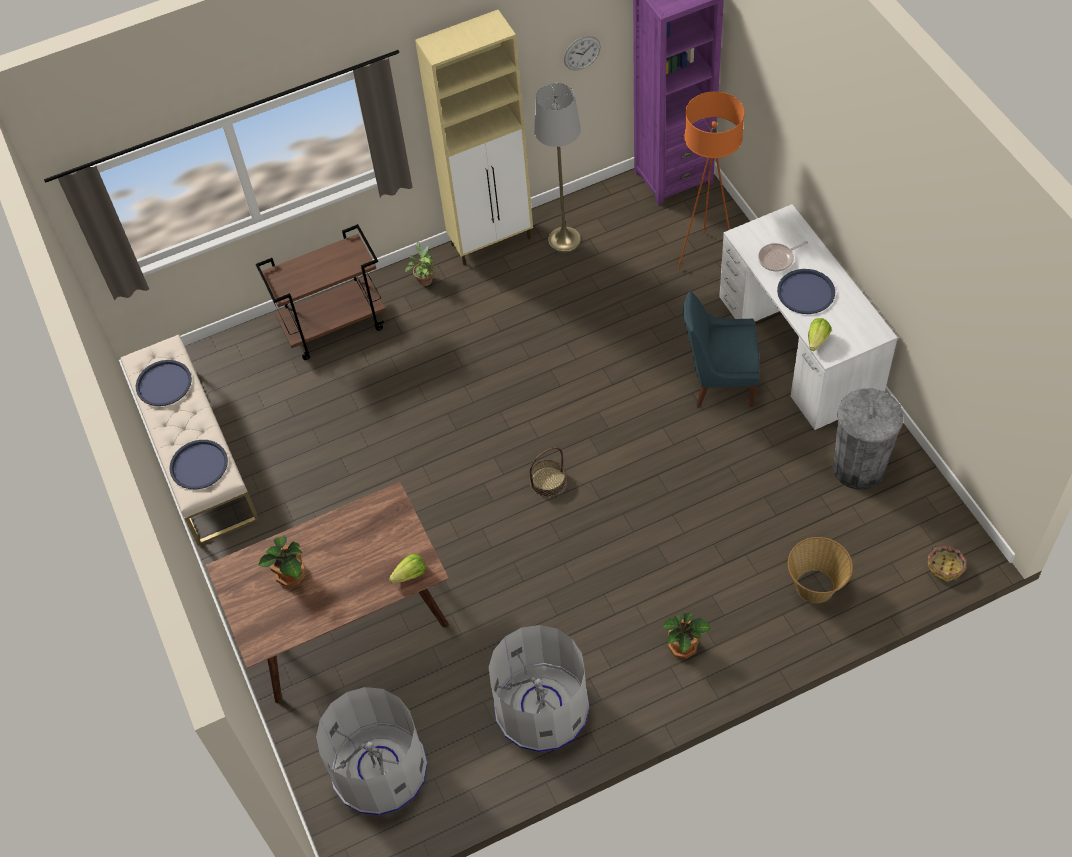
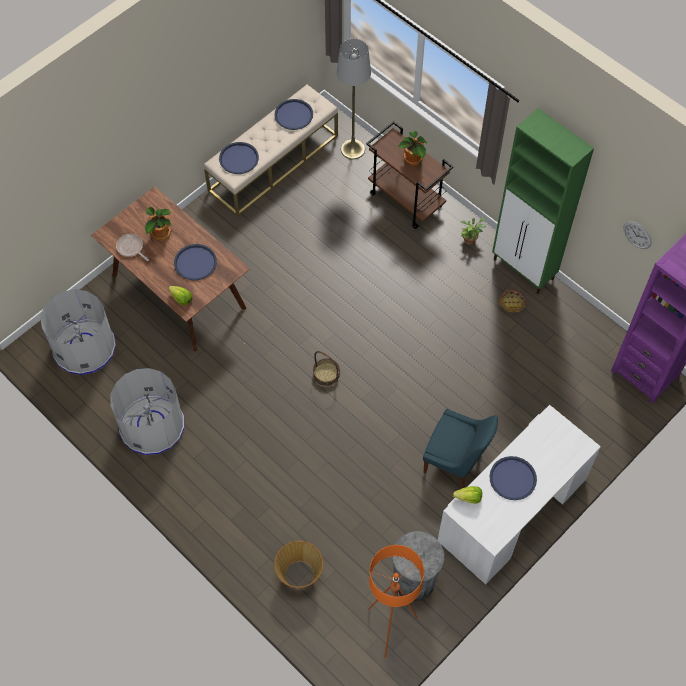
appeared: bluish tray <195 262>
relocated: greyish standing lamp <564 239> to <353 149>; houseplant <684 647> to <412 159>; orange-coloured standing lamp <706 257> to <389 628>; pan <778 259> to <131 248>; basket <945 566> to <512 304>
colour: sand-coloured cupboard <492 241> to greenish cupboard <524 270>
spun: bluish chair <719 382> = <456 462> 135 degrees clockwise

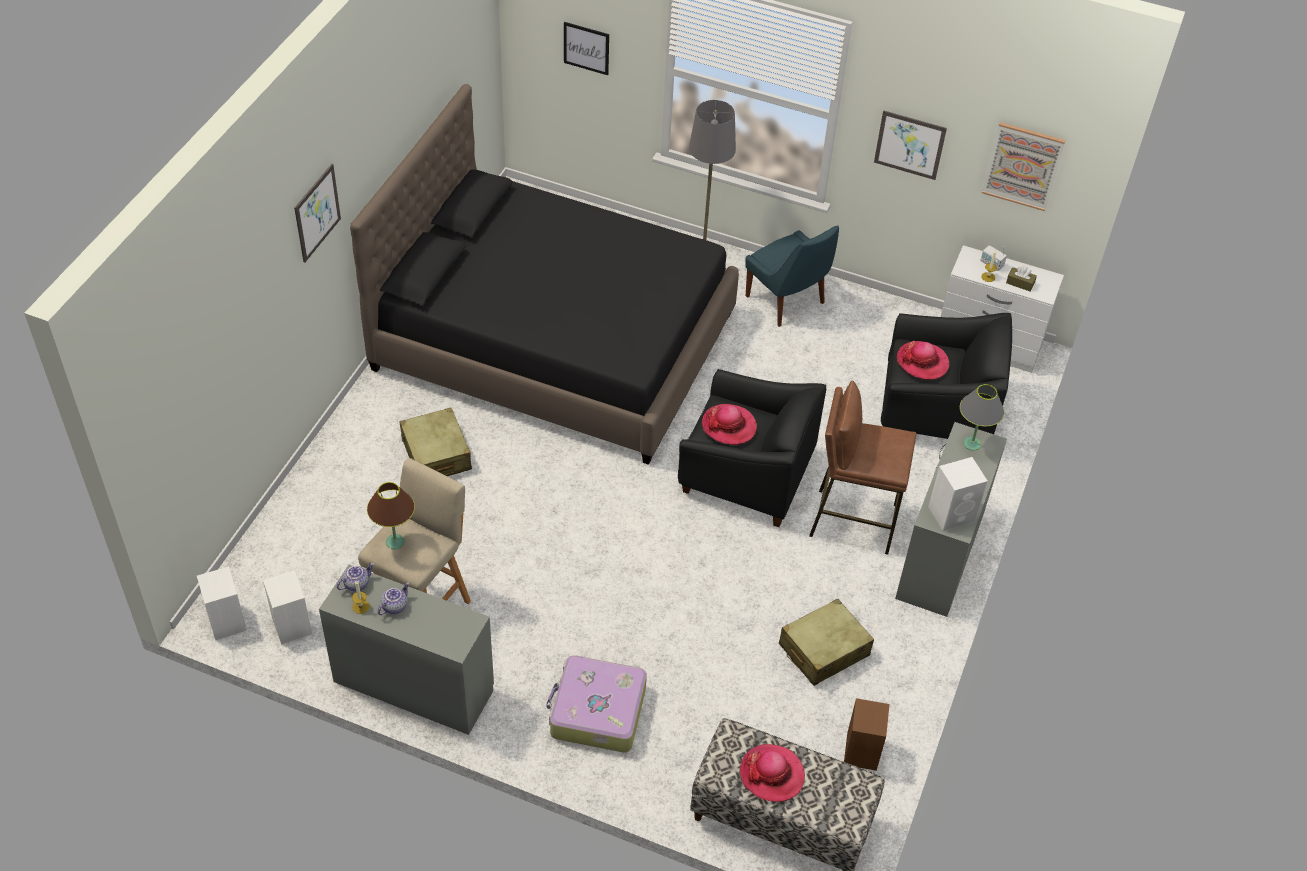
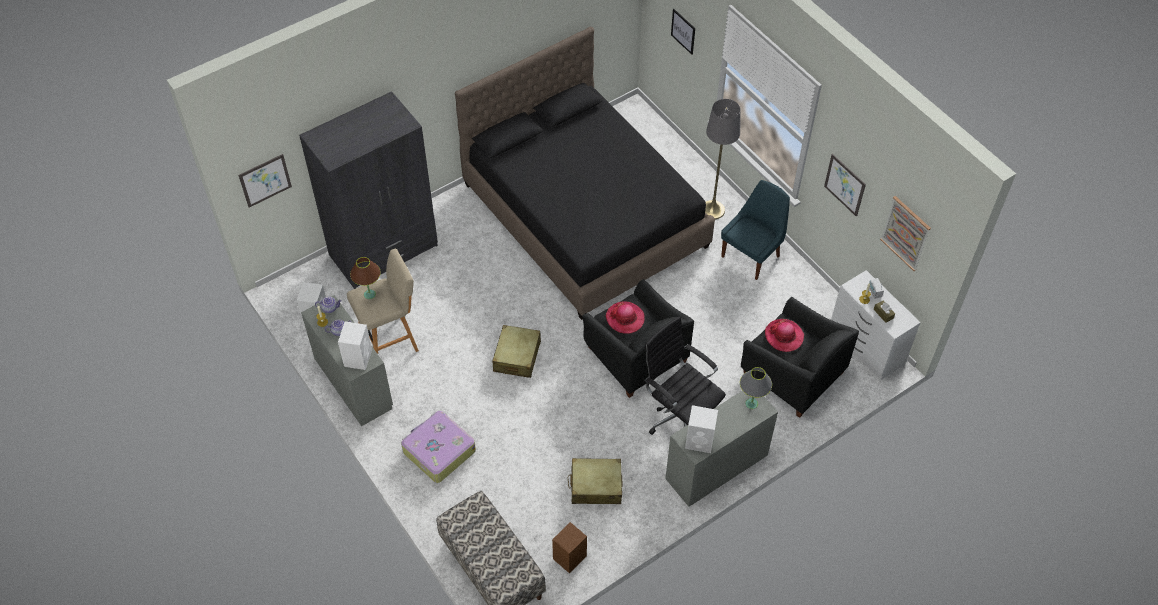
missing: wearable hat <772 774>
appeared: greyish armoire <384 251>
relocated: whitish speaker <226 620> to <358 357>; wall art <317 213> to <265 180>; sand-coloured suitcase <436 454> to <517 357>
exchanged: brownish stool <853 520> to blackish computer chair <679 416>
spun: bluish chair <787 301> = <752 255> 135 degrees counterclockwise

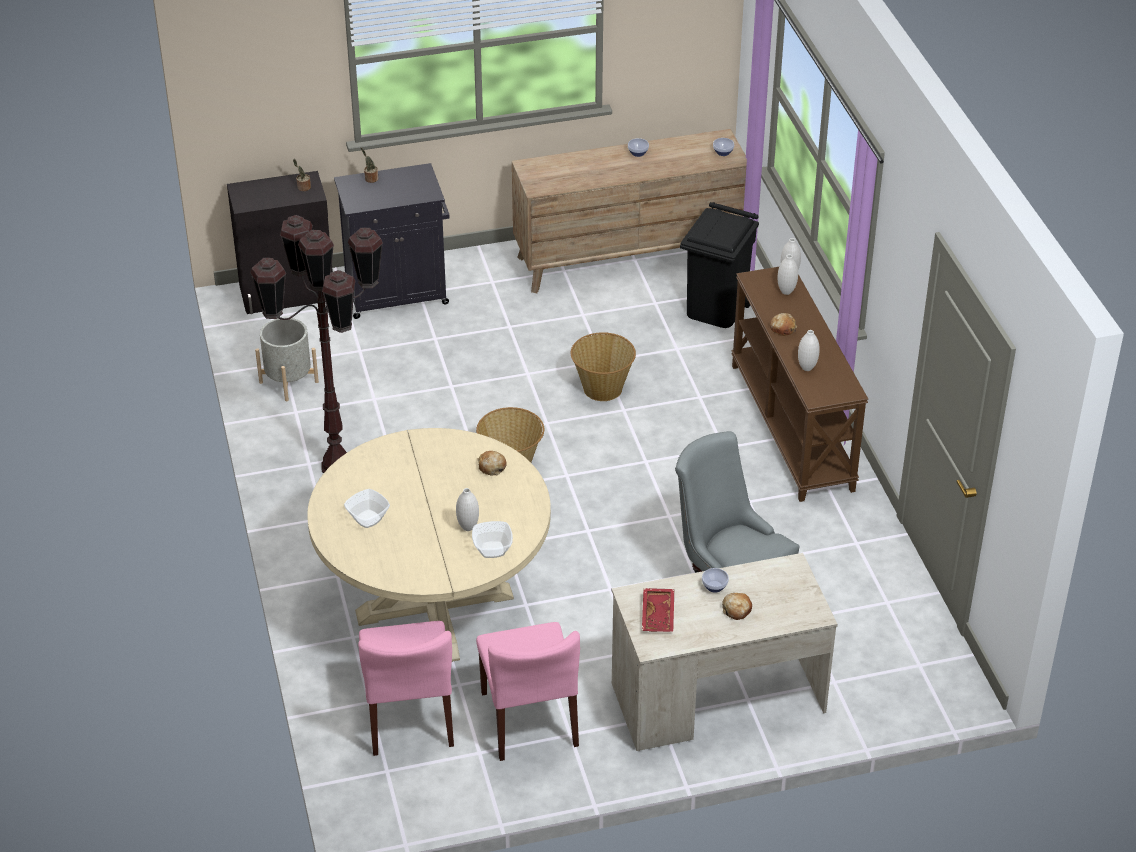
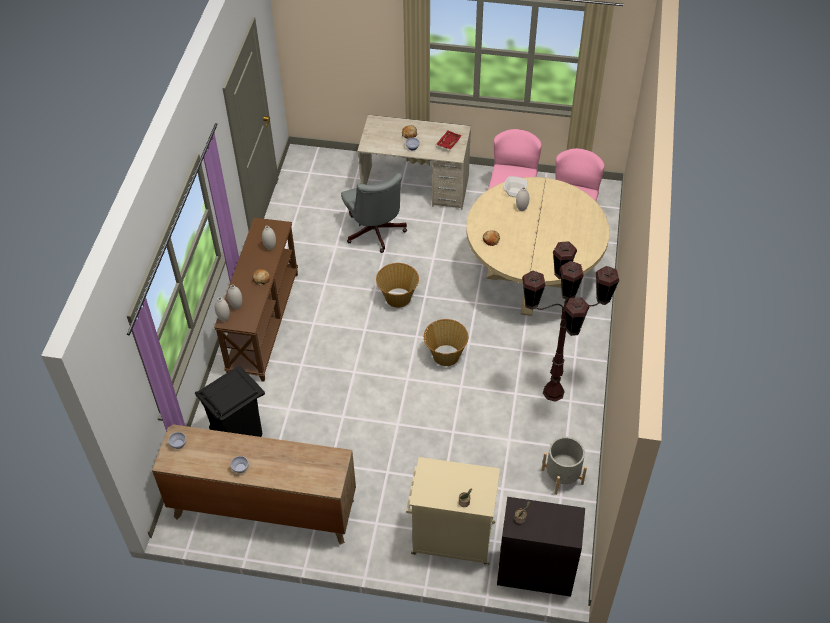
missing: bowl <368 519>
relocated: basket <602 388> to <398 298>
colour: blackish cupboard <398 293> to sand-coloured cupboard <451 538>

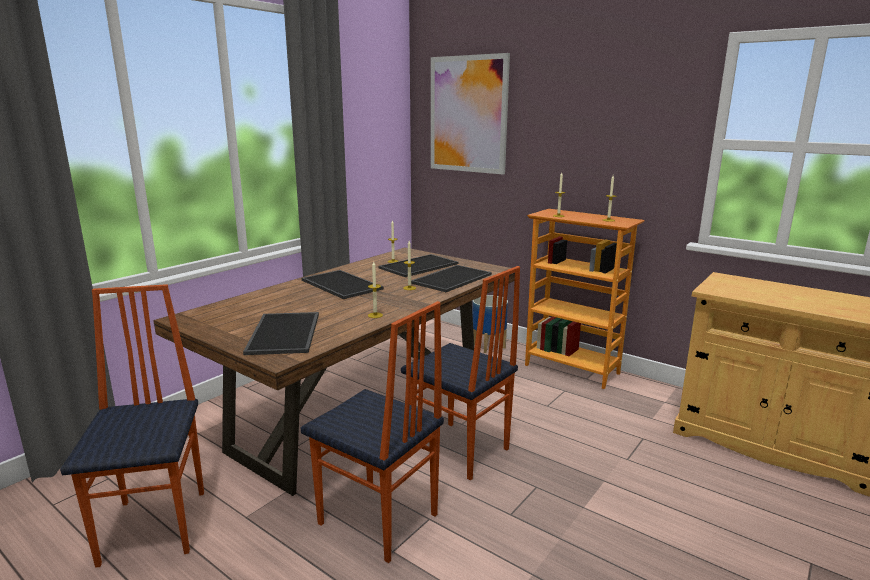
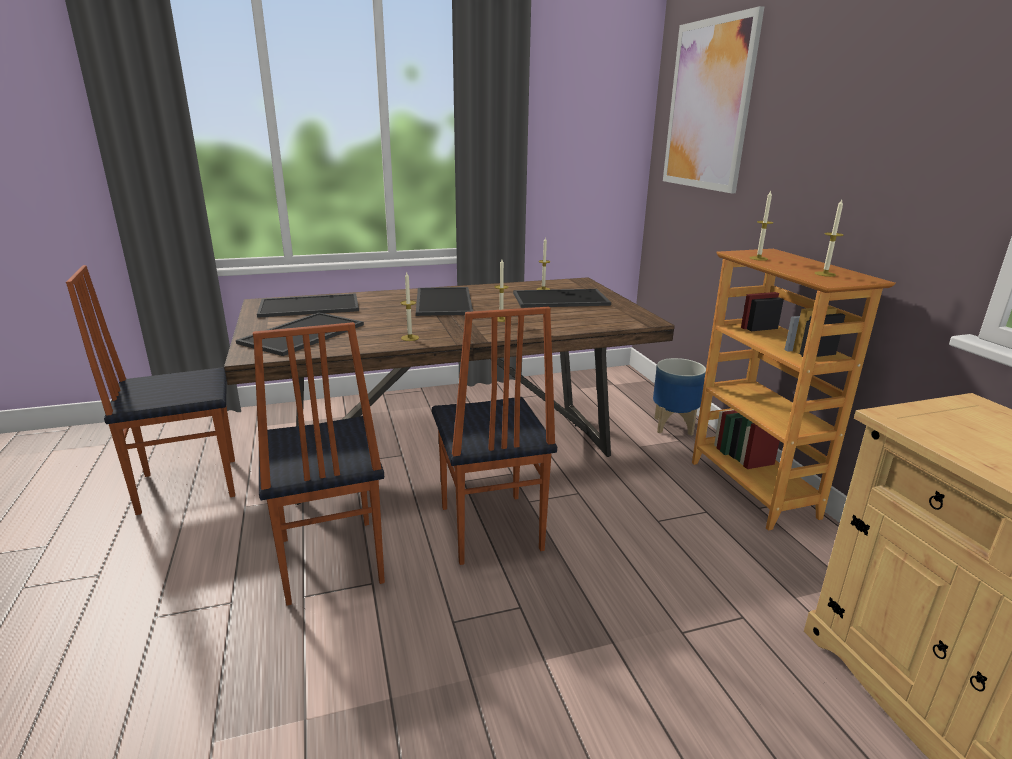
relocated: tray <451 278> to <310 306>
spun: chair <157 525> = <187 484> 135 degrees counterclockwise

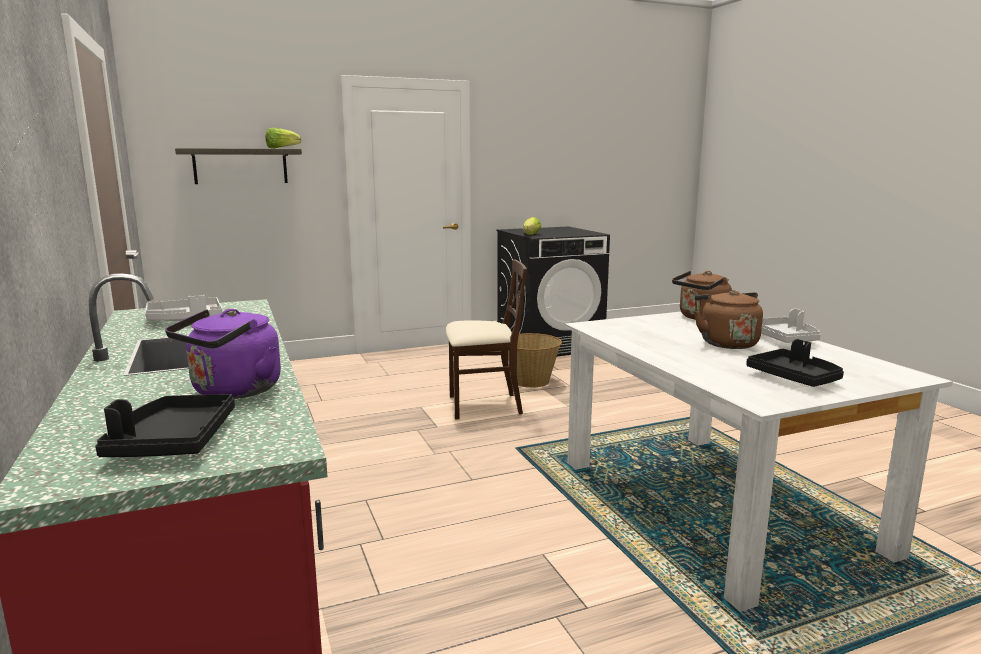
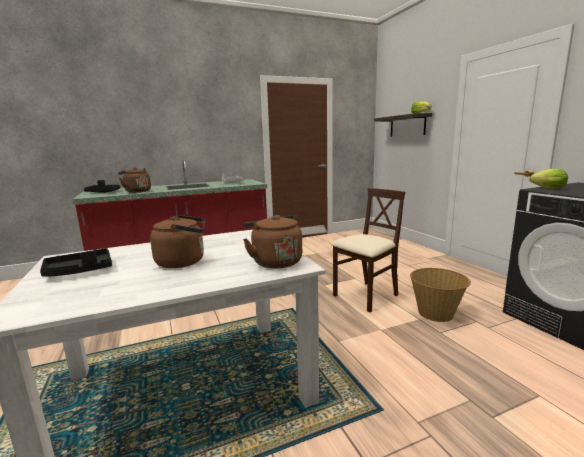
missing: greyish tray <784 339>
colour: purple-coloured water kettle <233 392> to brownish water kettle <137 191>
spun: sand-coloured chair <483 405> = <366 296> 120 degrees counterclockwise

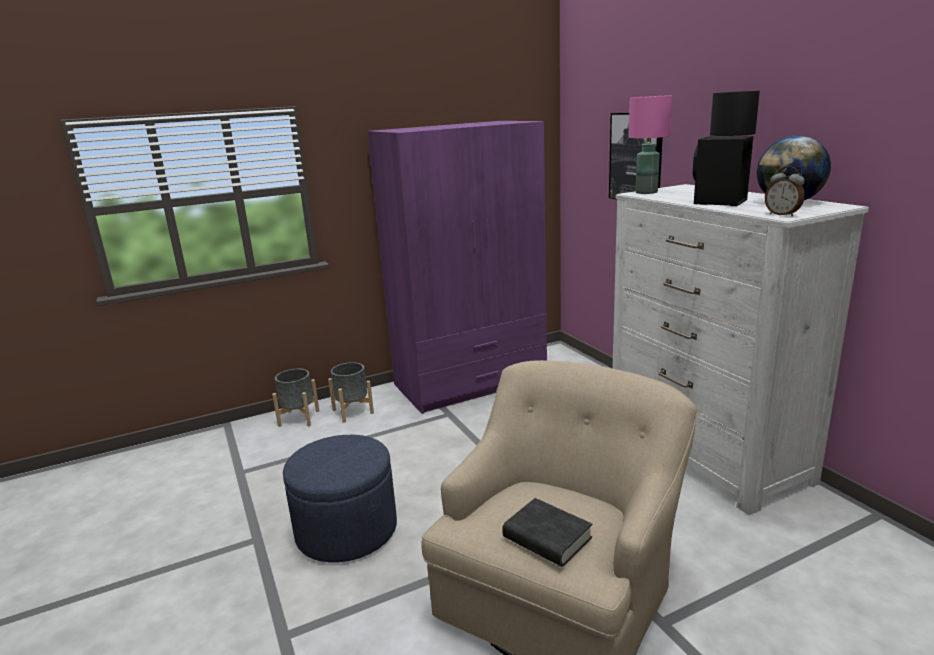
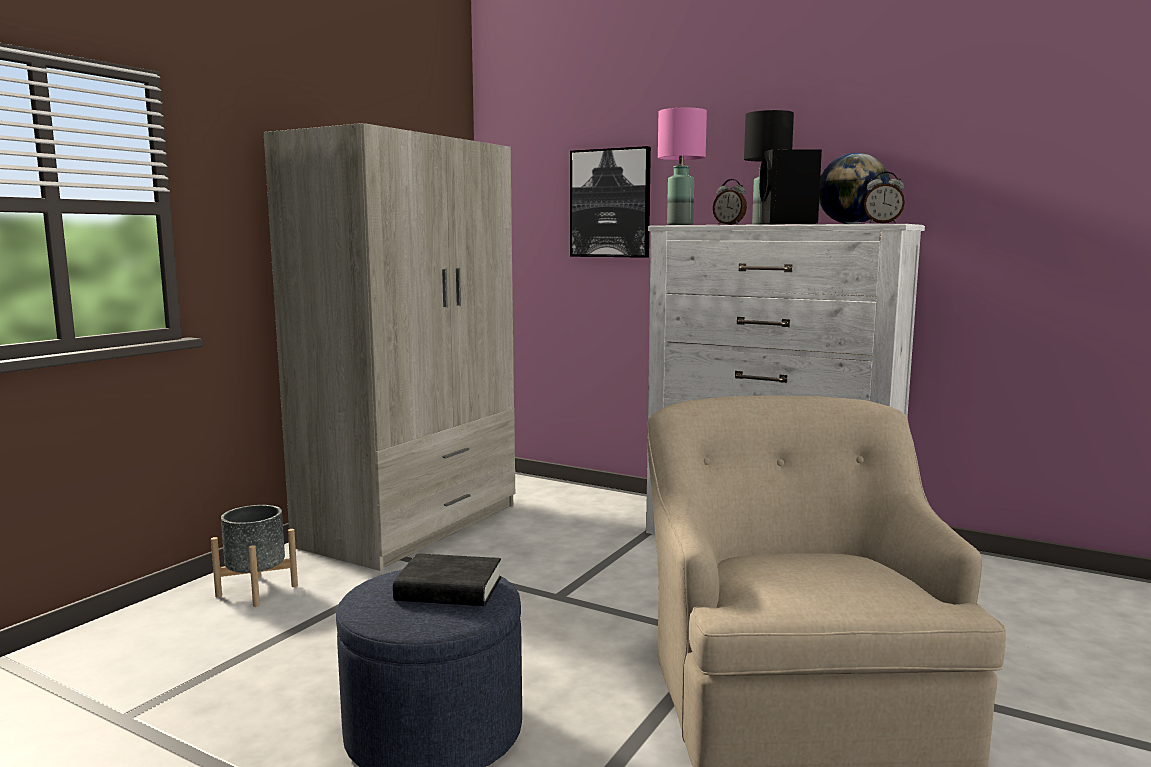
missing: greyish plant pot <298 418>
appeared: alarm clock <729 224>
relocated: blackish volume <547 538> to <449 589>
colour: purple-coloured armoire <470 382> to sand-coloured armoire <412 525>

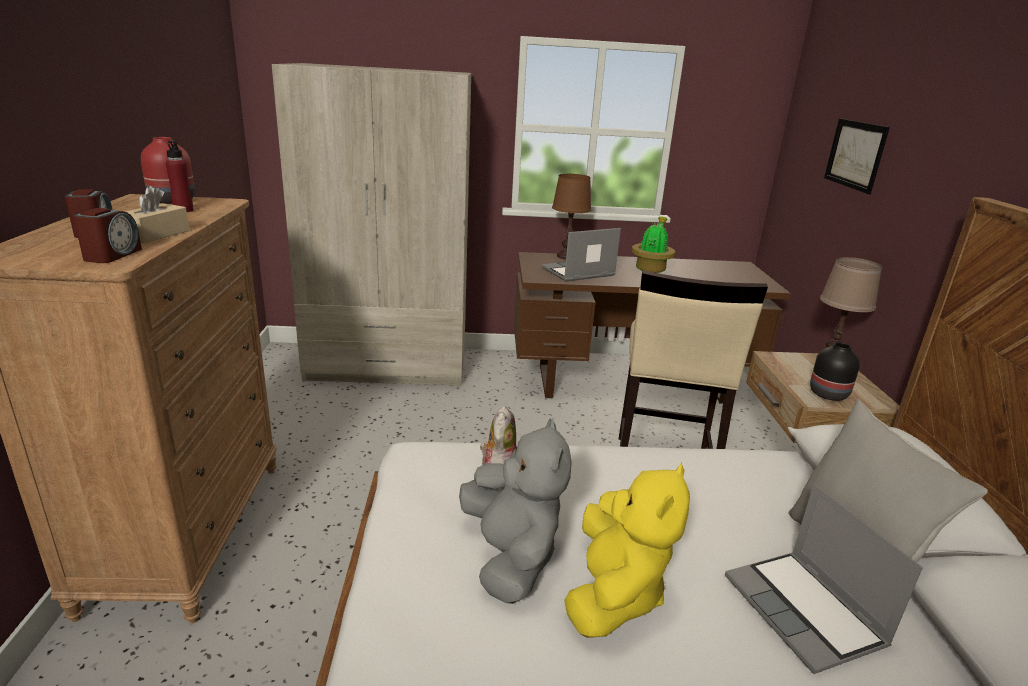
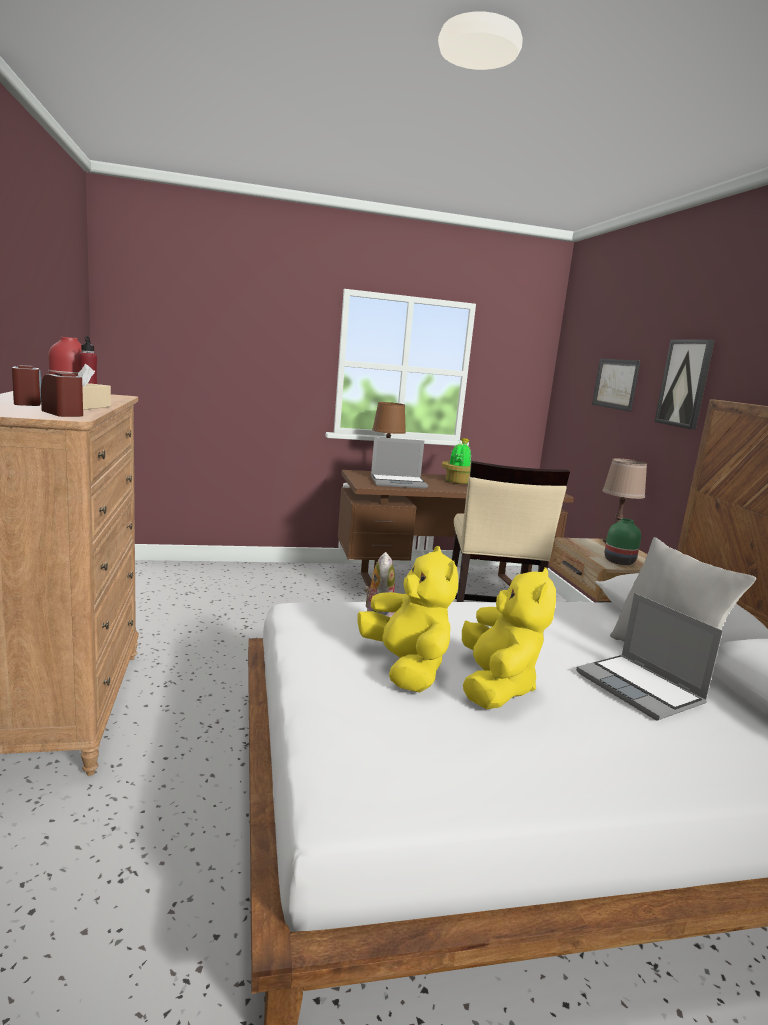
missing: sand-coloured armoire <389 365>
appeared: wall art <685 383>
colour: greyish plush toy <511 557> to yellowish plush toy <406 668>; blackish vase <828 394> to greenish vase <619 562>
spun: alarm clock <112 255> = <63 413> 45 degrees counterclockwise; notebook computer <578 272> = <399 483> 150 degrees counterclockwise

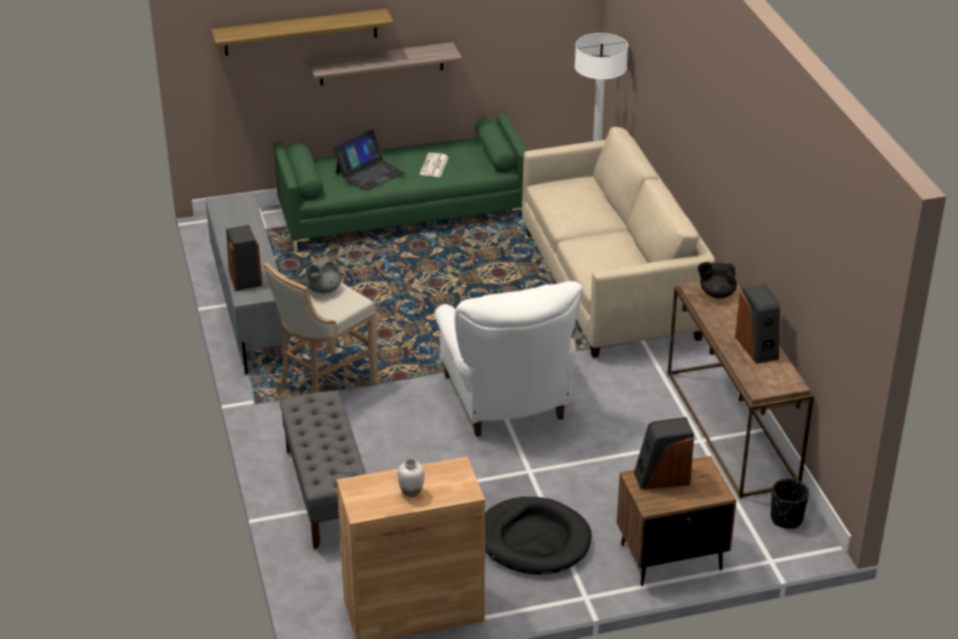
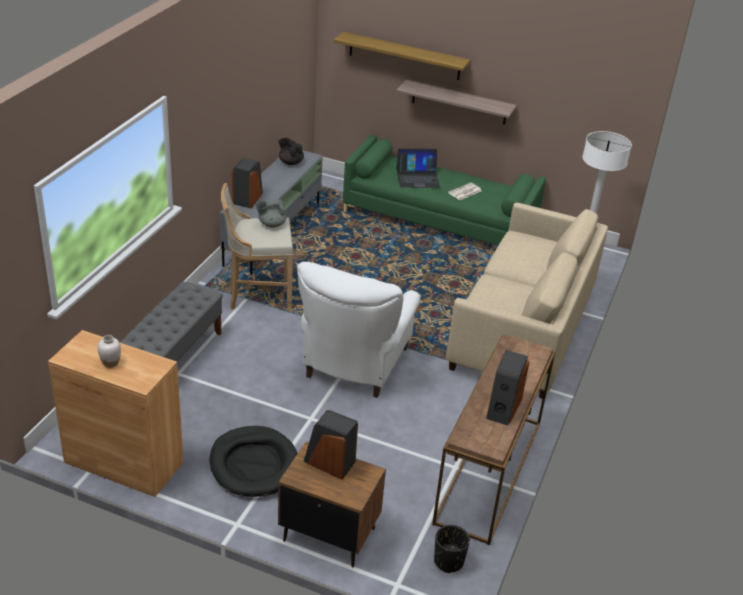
relocated: blackish tea pot <716 293> to <290 162>

